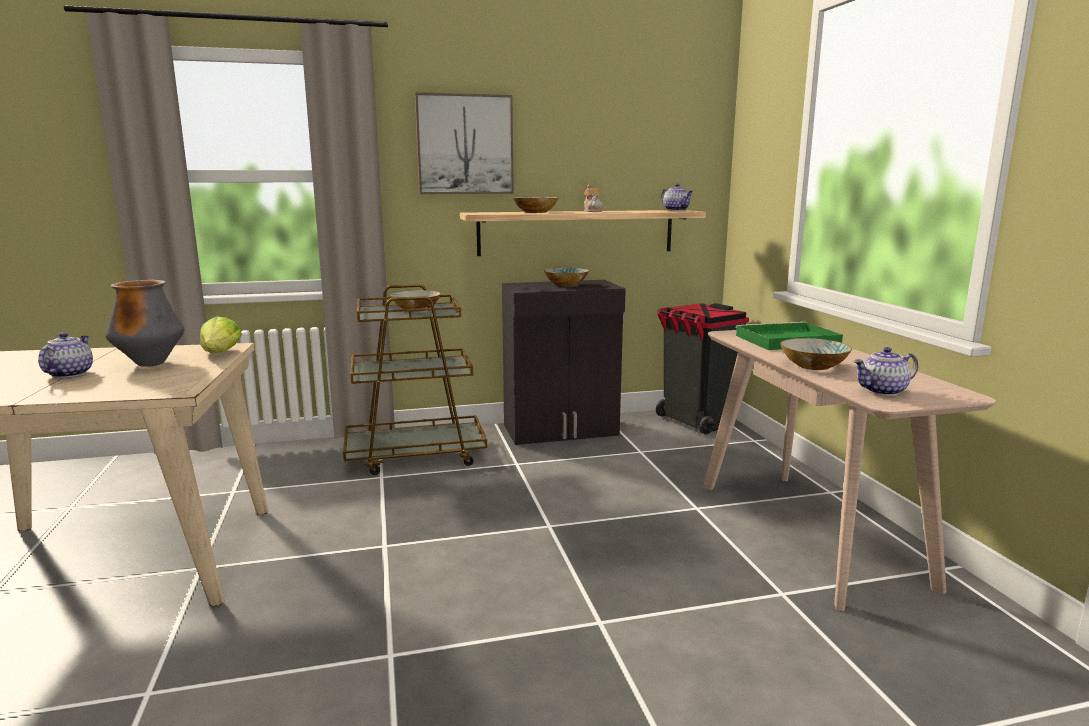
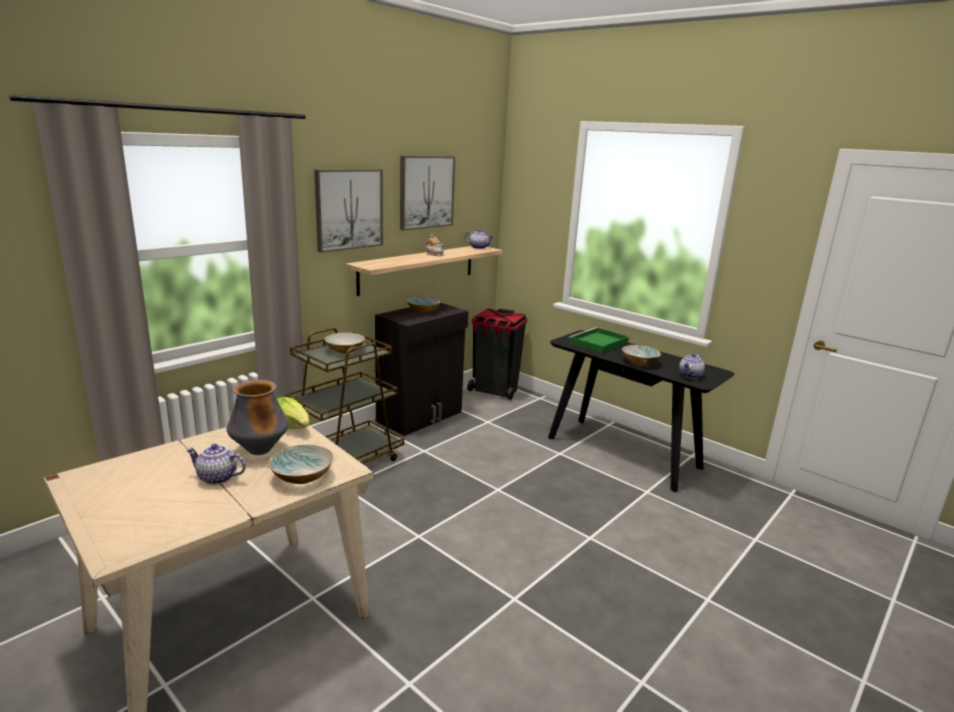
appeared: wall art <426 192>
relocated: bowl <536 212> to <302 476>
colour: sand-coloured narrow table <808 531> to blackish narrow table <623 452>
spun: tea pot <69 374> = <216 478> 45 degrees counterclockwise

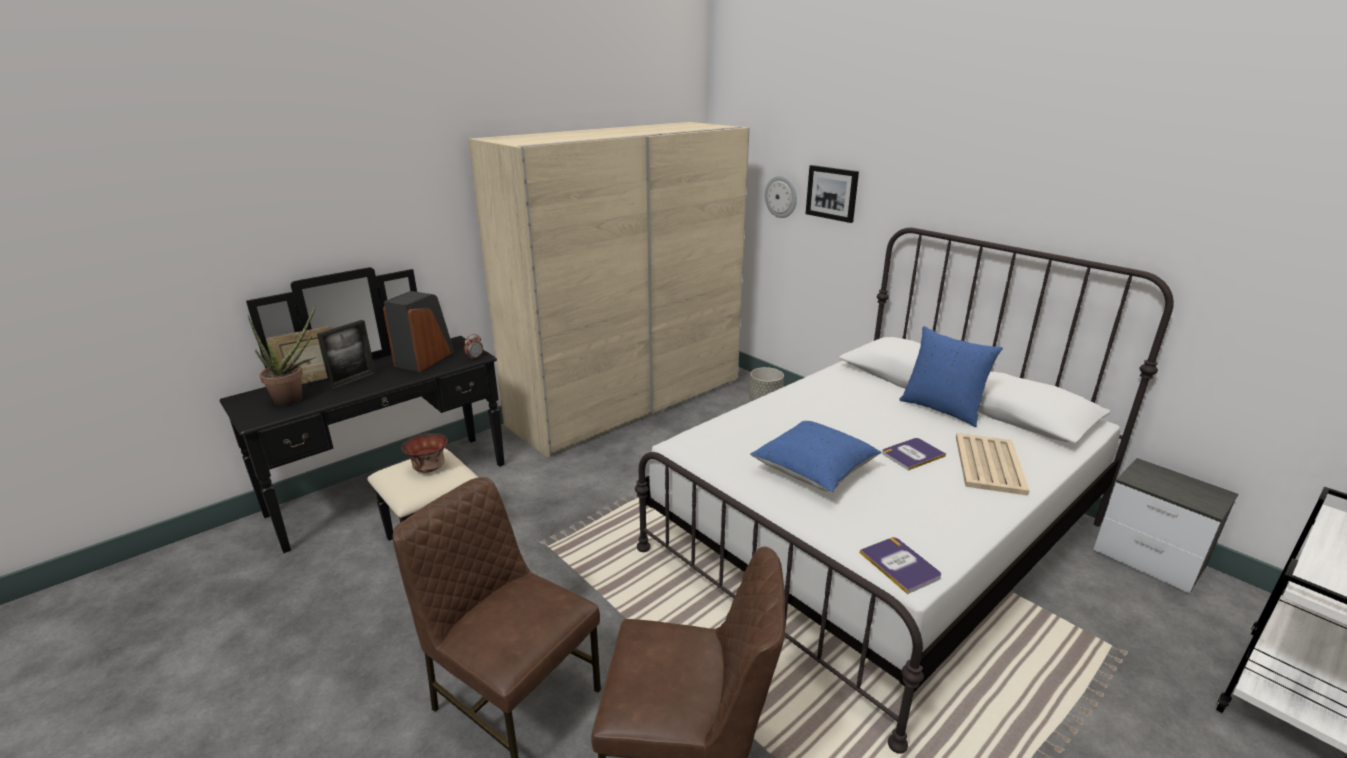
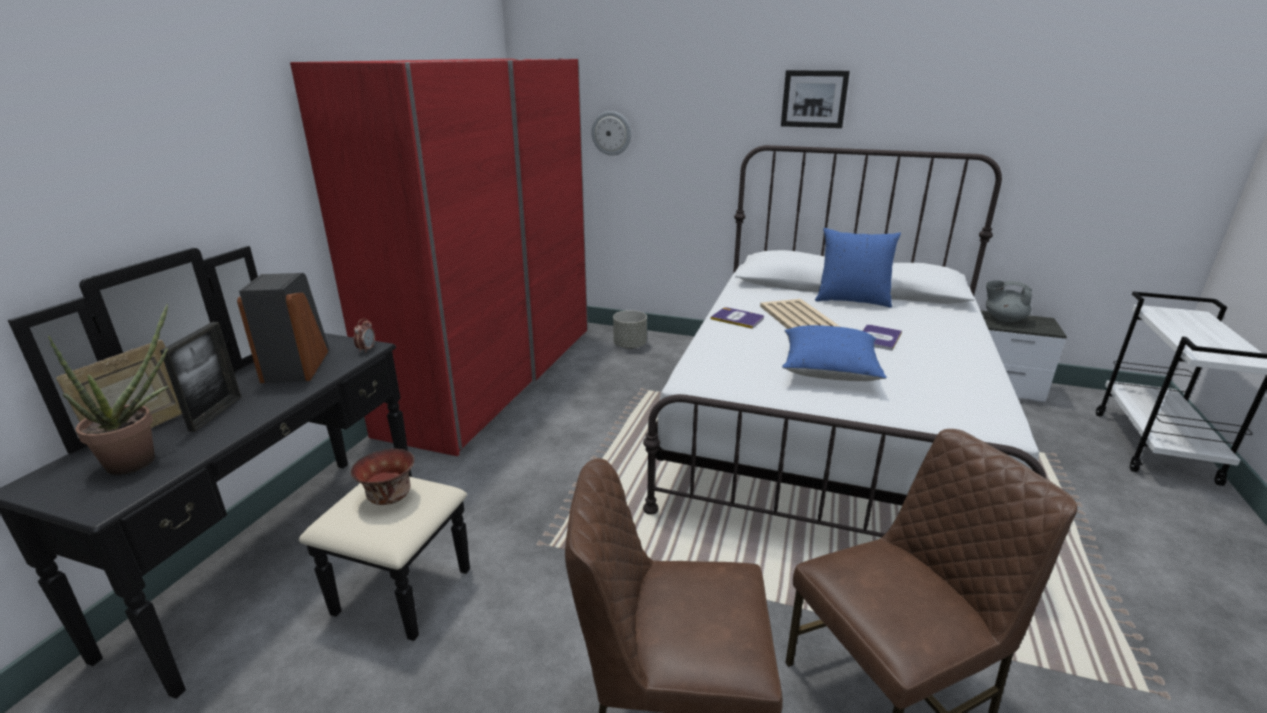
appeared: greyish tea pot <1003 319>
relocated: wall art <832 193> to <814 99>; volume <900 565> to <737 318>; sand-coloured tray <989 463> to <798 318>
colour: sand-coloured armoire <628 401> to reddish armoire <494 377>

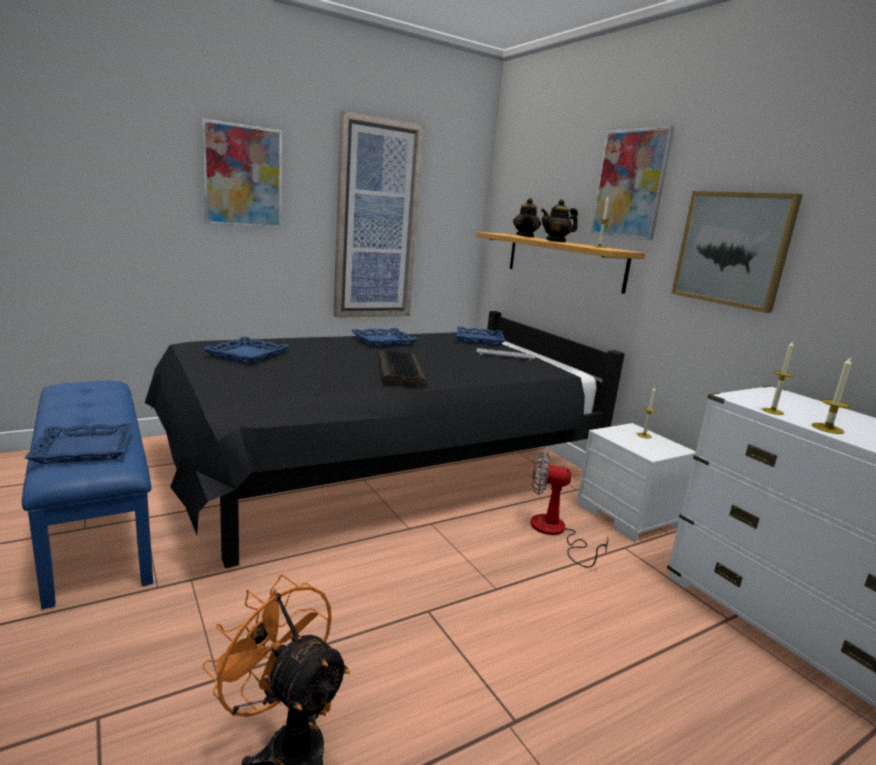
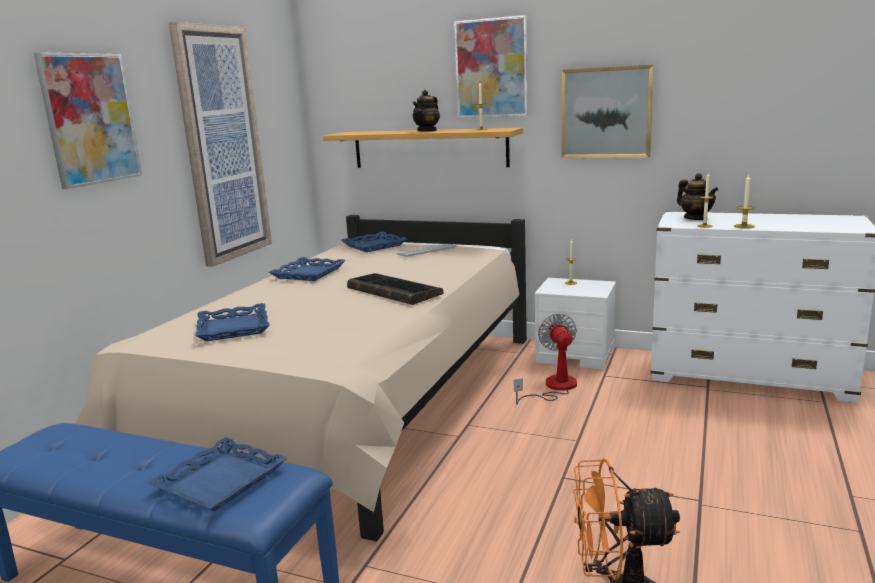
relocated: tea pot <525 236> to <695 218>
colour: blackish sleeping bed <380 469> to sand-coloured sleeping bed <357 407>
spun: cooling fan <555 533> = <553 388> 105 degrees clockwise

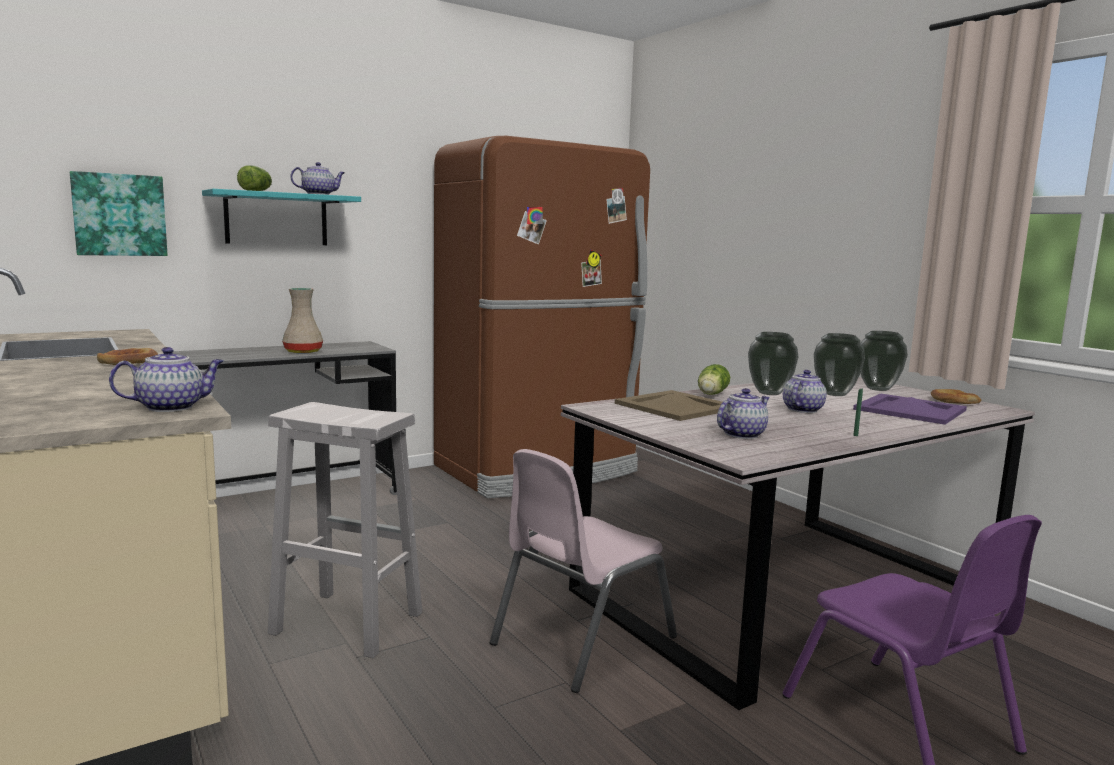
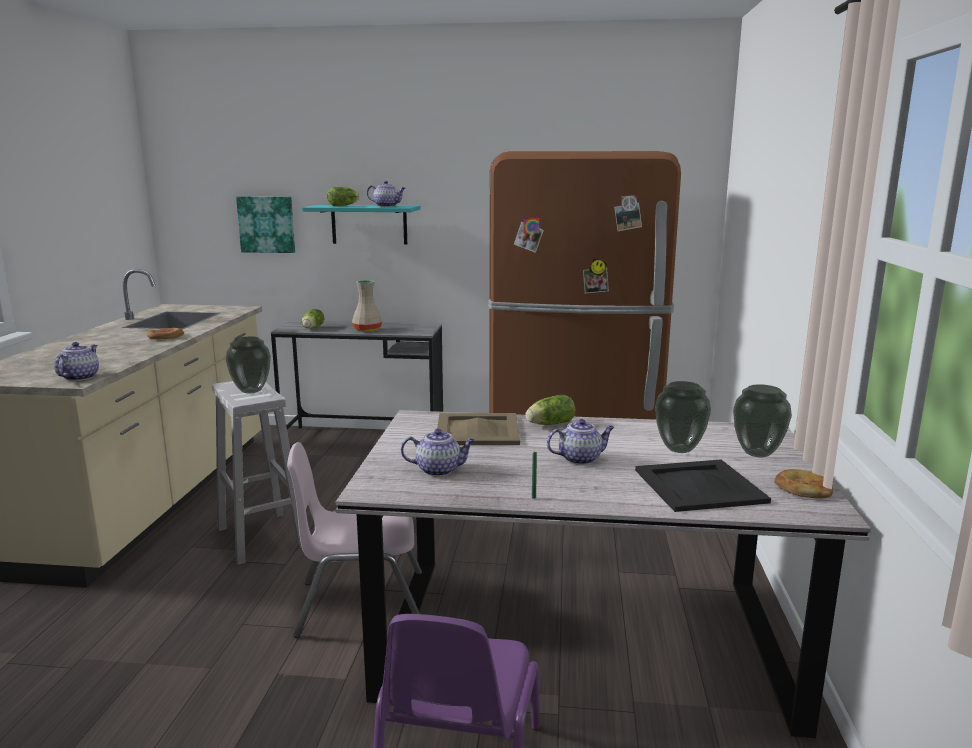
appeared: lettuce <312 328>
relocated: vase <768 393> to <251 390>
colour: purple-coloured tray <909 410> to blackish tray <698 485>
spun: tea pot <172 407> = <80 377> 90 degrees counterclockwise

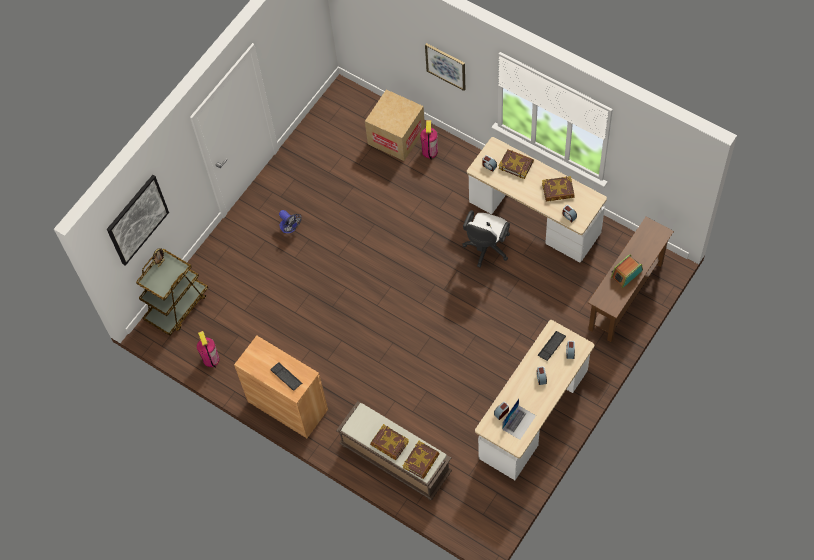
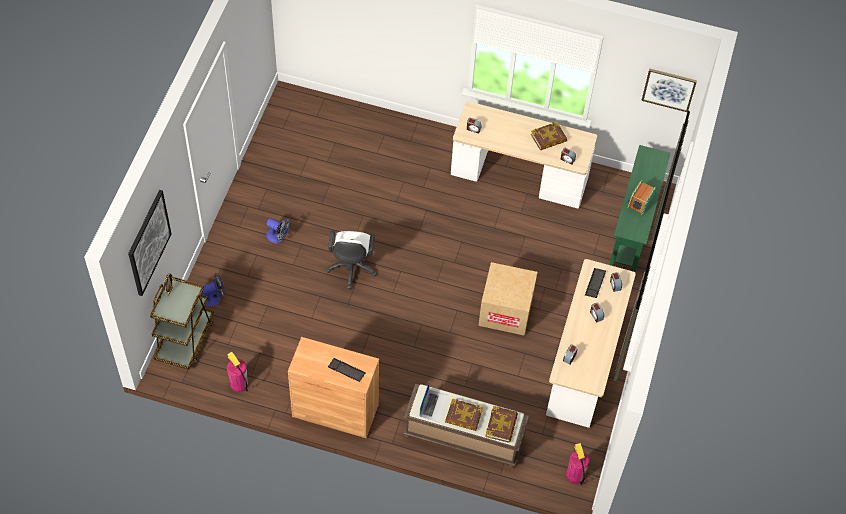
missing: volume <516 165>
appeared: cooling fan <214 297>
relocated: packing box <396 136> to <505 310>; fire-fighting cylinder <429 151> to <575 475>; wall art <446 66> to <669 89>; whitish computer chair <486 249> to <351 269>; notebook computer <519 422> to <434 405>
colour: brownish narrow table <626 296> to greenish narrow table <633 230>

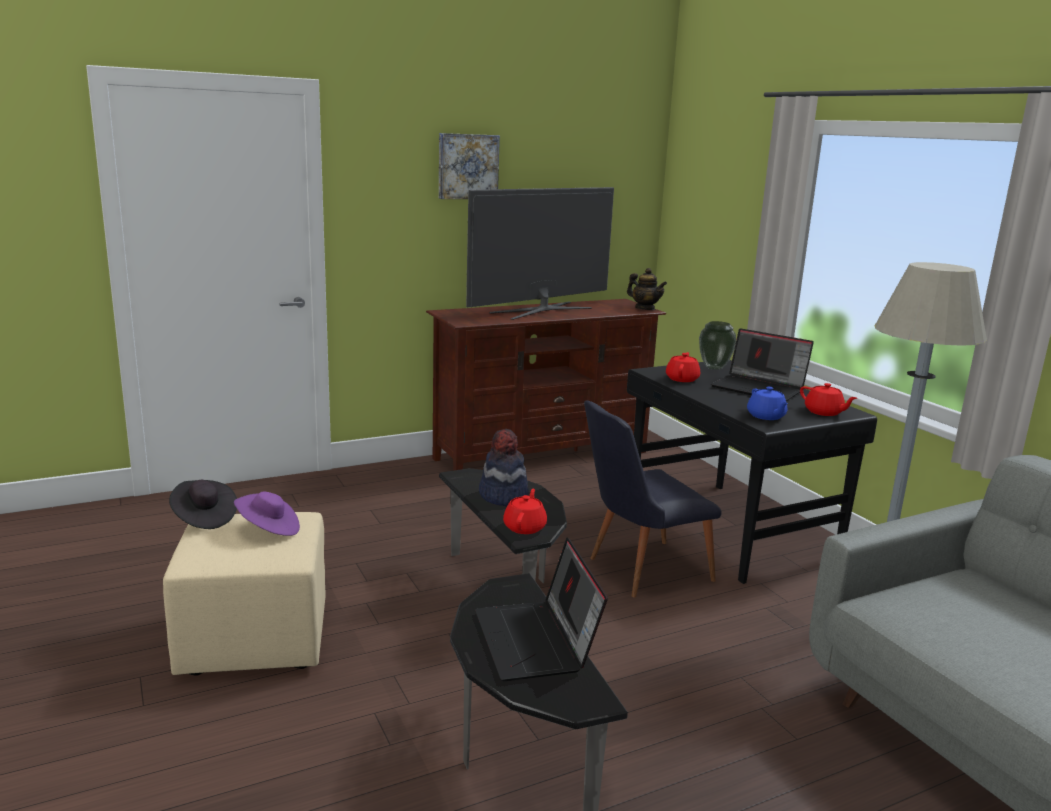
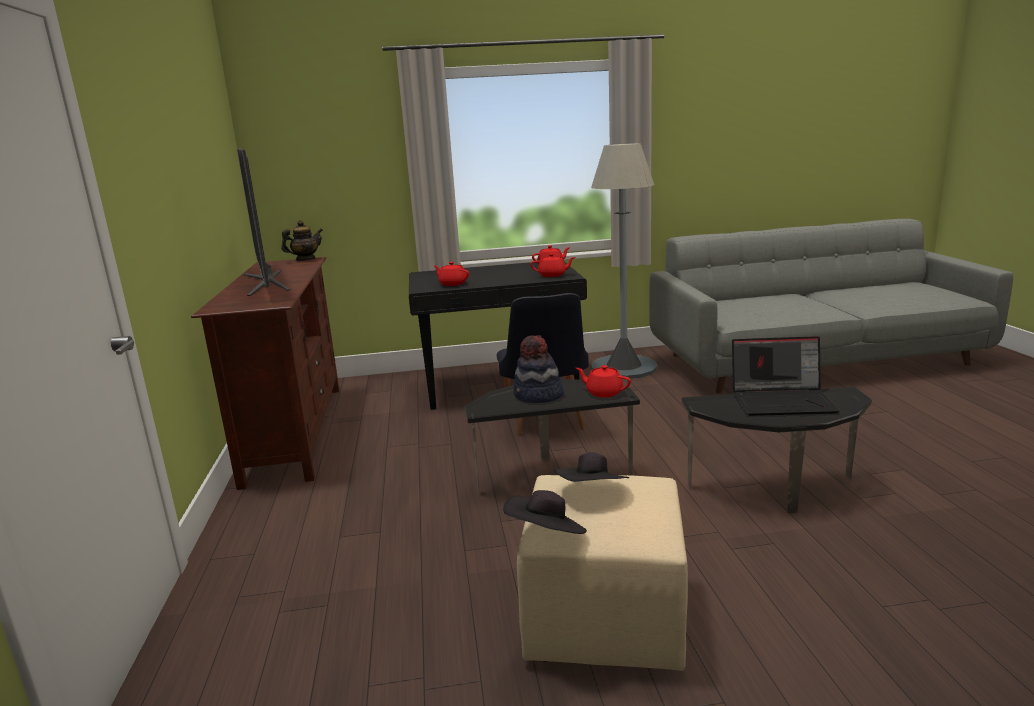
missing: wall art <467 166>; vase <714 368>; notebook computer <760 388>
colour: purple-coloured wearable hat <269 529> to blackish wearable hat <592 493>; bluish tea pot <766 416> to reddish tea pot <553 275>

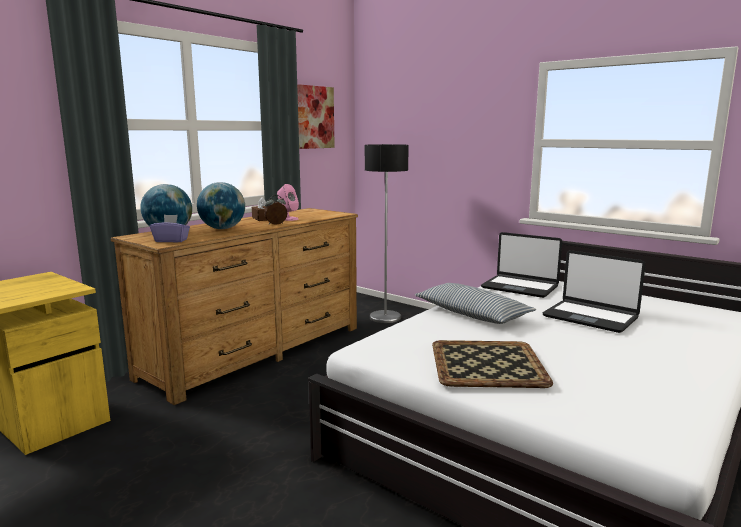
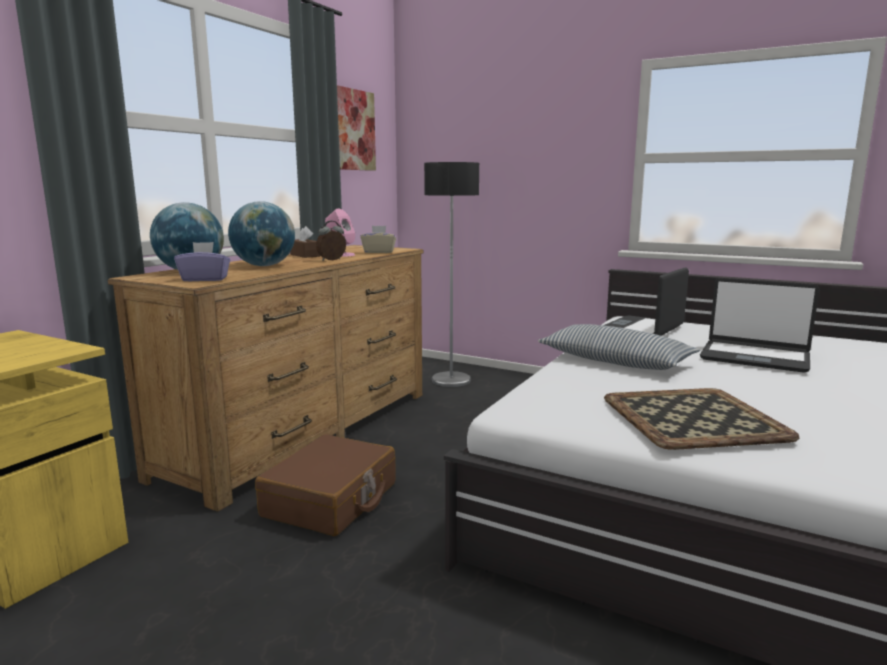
appeared: brownish suitcase <331 500>; sand-coloured tissue box <379 252>
spun: notebook computer <520 287> = <642 329> 105 degrees clockwise

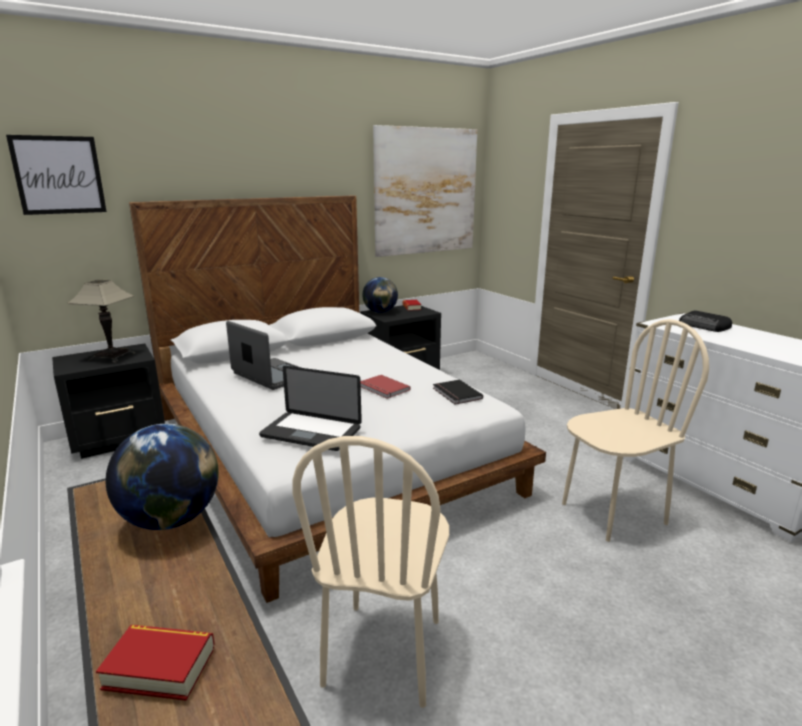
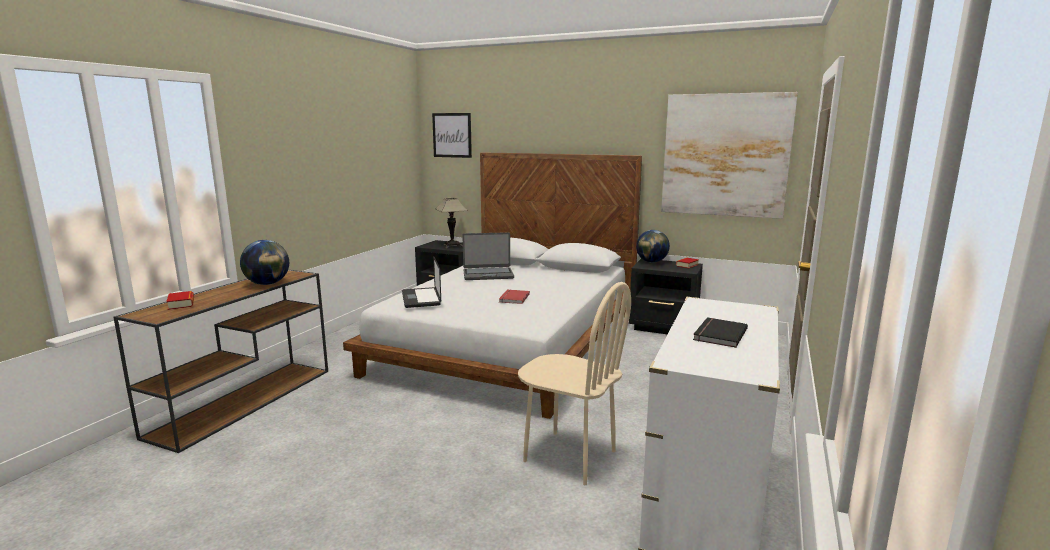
missing: sand-coloured chair <384 652>; radio receiver <704 326>
relocated: blackish volume <456 394> to <718 334>
spun: notebook computer <272 375> = <488 274> 75 degrees clockwise

